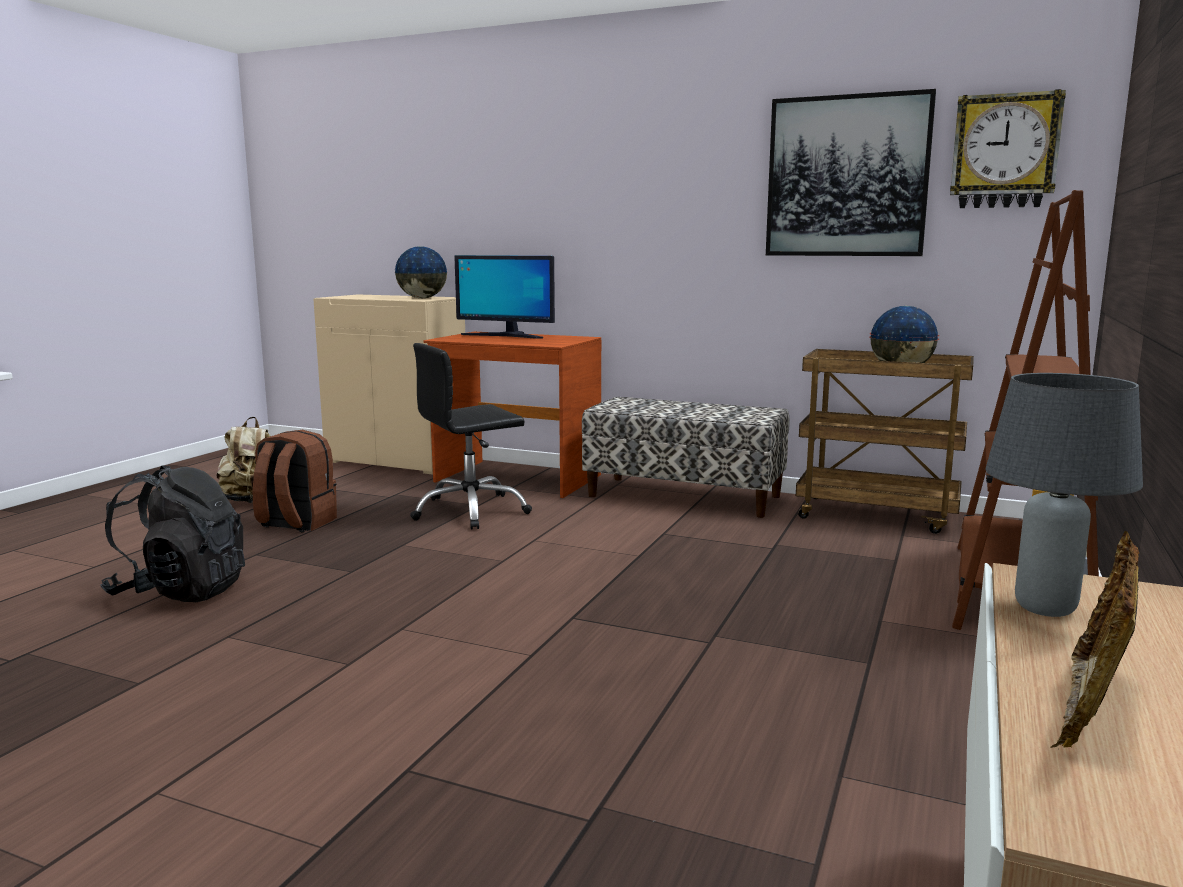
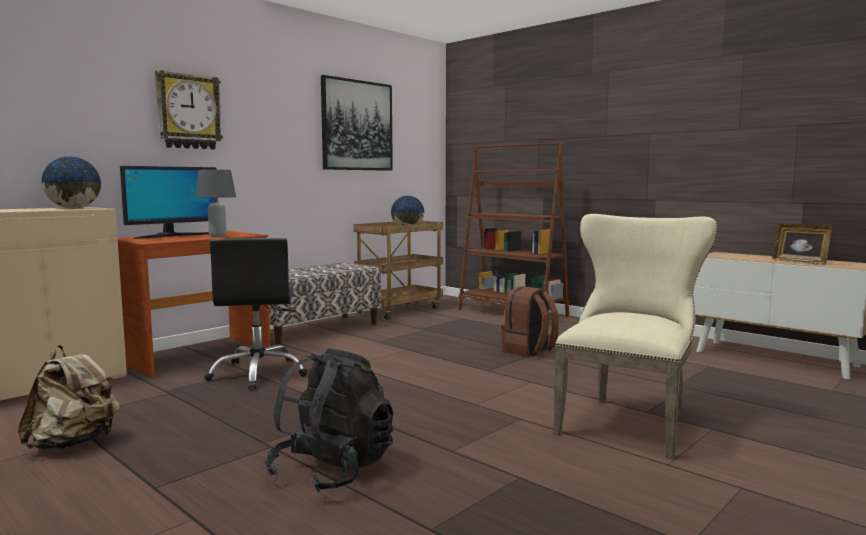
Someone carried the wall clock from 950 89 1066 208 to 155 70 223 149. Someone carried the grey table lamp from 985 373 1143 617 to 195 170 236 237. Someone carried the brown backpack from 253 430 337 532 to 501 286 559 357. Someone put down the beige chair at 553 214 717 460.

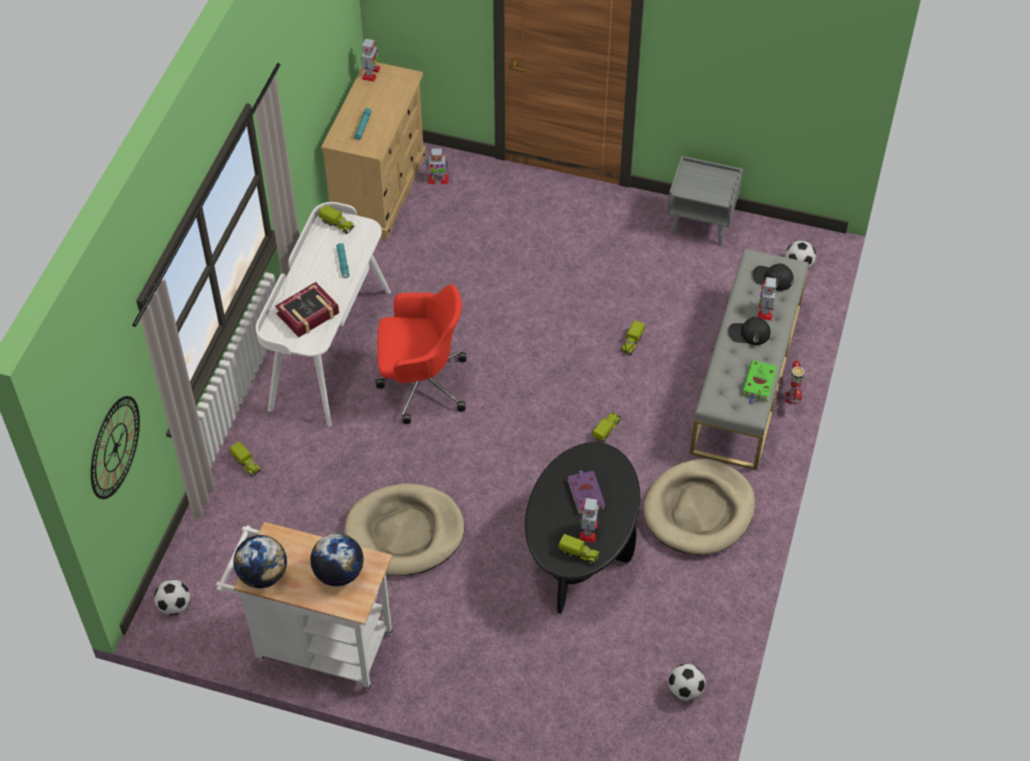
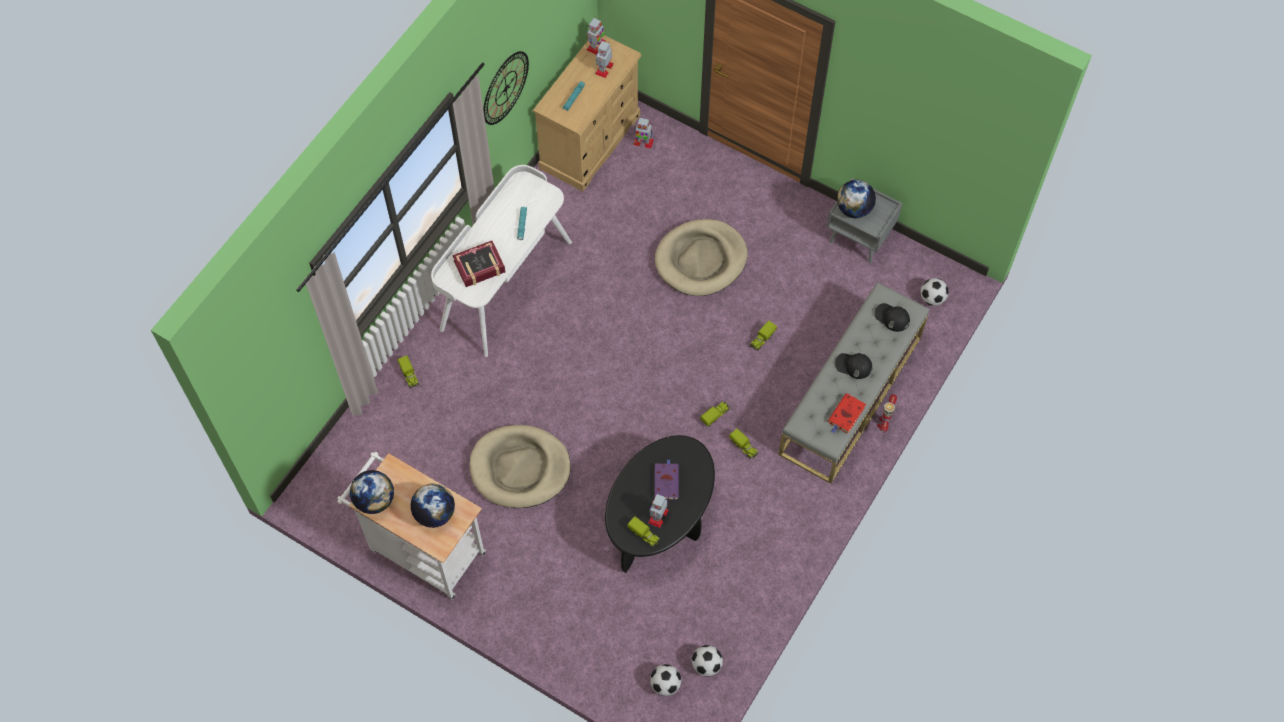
Someone carried the wall clock from 91 396 140 499 to 483 51 529 125. Someone carried the toy robot from 758 277 776 321 to 595 41 613 78. Someone carried the football from 154 579 190 615 to 650 664 681 696. Someone carried the beige dog bed from 644 459 755 555 to 655 219 748 296. Someone carried the toy truck from 318 205 355 234 to 729 428 759 459. Someone repainted the green book at 742 360 777 404, which became the red book at 828 393 866 434. Someone put down the globe at 837 180 876 218. Someone took away the red office chair at 375 284 466 424.

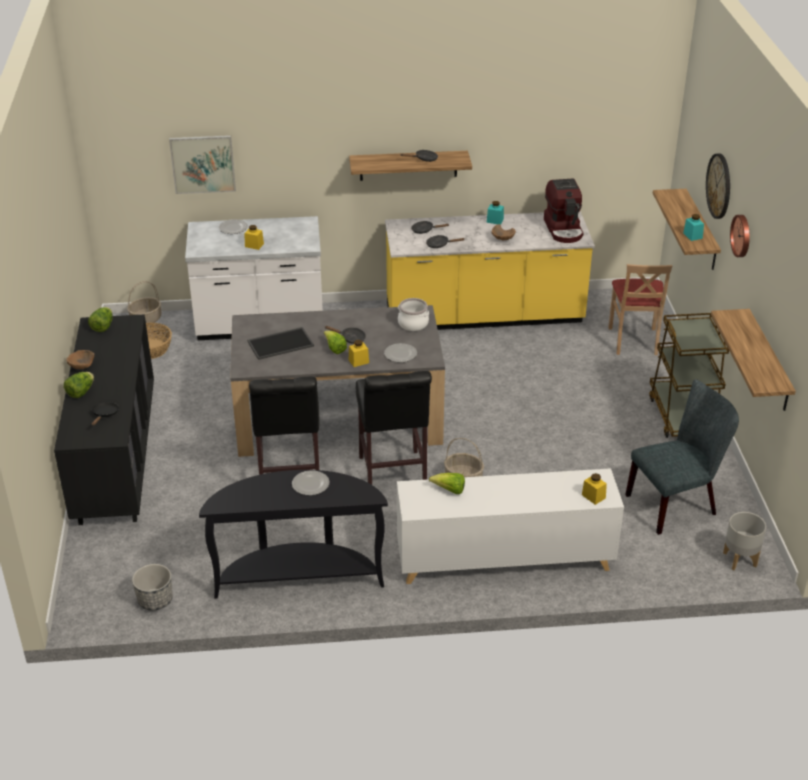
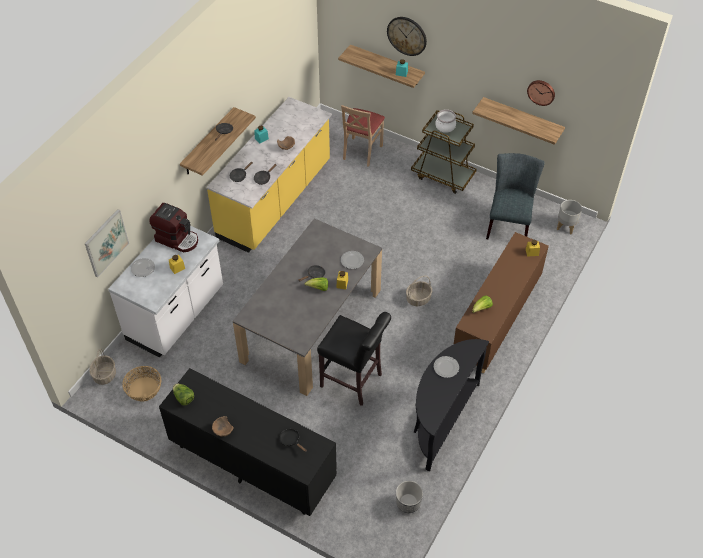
Someone carried the coffee machine from 544 178 583 243 to 149 203 198 253. Someone rotated the beige chair at 608 264 672 355 by 75 degrees clockwise. Someone carried the cooking pot from 398 298 429 331 to 435 109 456 133. Someone repainted the white cabinet at 397 468 624 584, which became the brown cabinet at 453 232 549 373. Someone carried the wall clock from 730 215 750 257 to 527 80 555 106. Someone took away the lettuce at 64 372 94 398. Someone took away the tray at 247 327 314 360. Someone took away the black stool at 356 371 432 485.

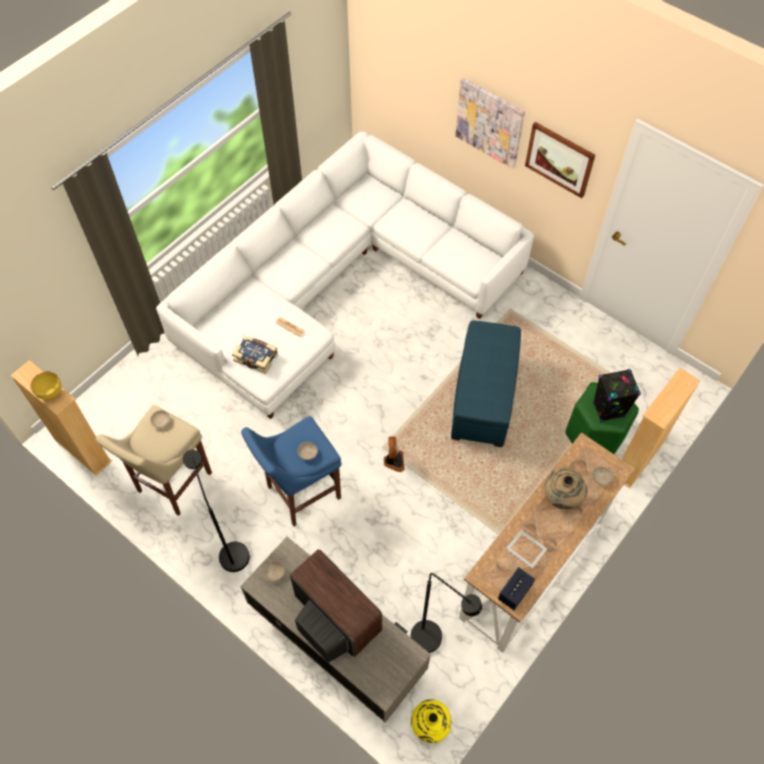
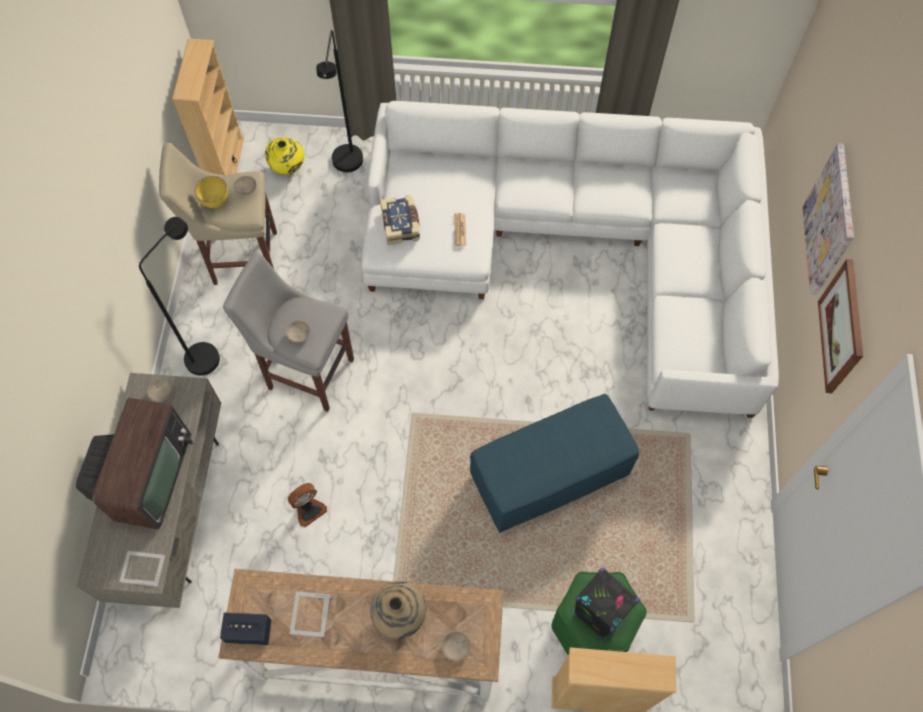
Someone put down the picture frame at 119 551 165 587. Someone carried the yellow bowl from 30 372 61 400 to 195 176 228 208. Someone repainted the blue stool at 241 416 341 526, which became the grey stool at 223 253 354 412. Someone carried the yellow vase from 411 699 451 743 to 265 137 304 175. Someone carried the fan from 384 436 404 472 to 288 483 327 527. Someone carried the black floor lamp from 410 573 482 653 to 316 30 363 172.

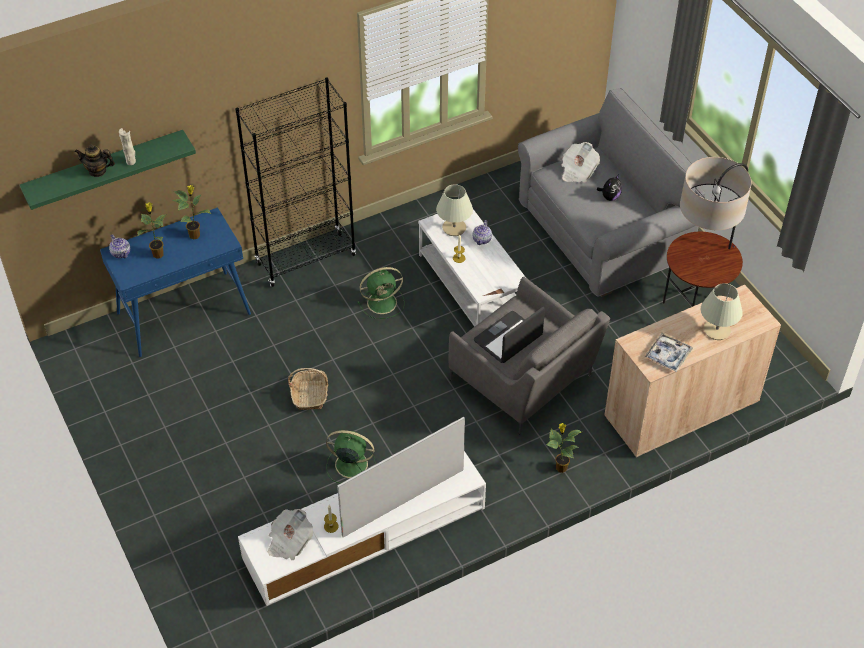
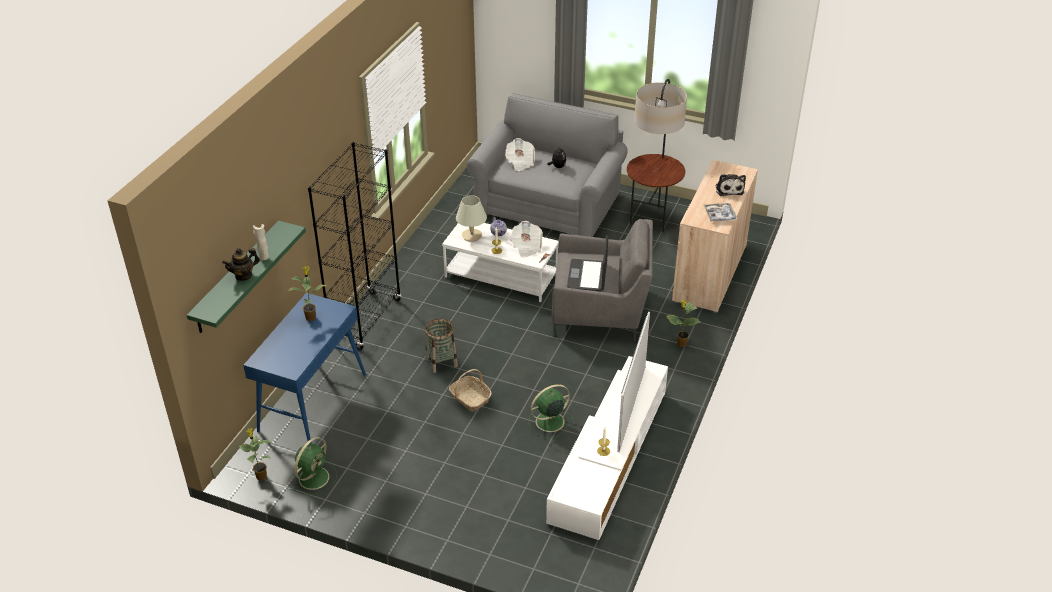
Someone carried the potted plant from 137 202 166 259 to 239 428 271 480. Someone carried the green fan from 358 267 405 319 to 292 437 337 495. Someone put down the basket at 425 318 458 373. Someone carried the newspaper from 268 509 313 560 to 510 221 543 258. Someone swapped the beige table lamp at 701 283 743 340 for the plush toy at 715 174 746 196. Someone took away the teapot at 109 234 130 258.

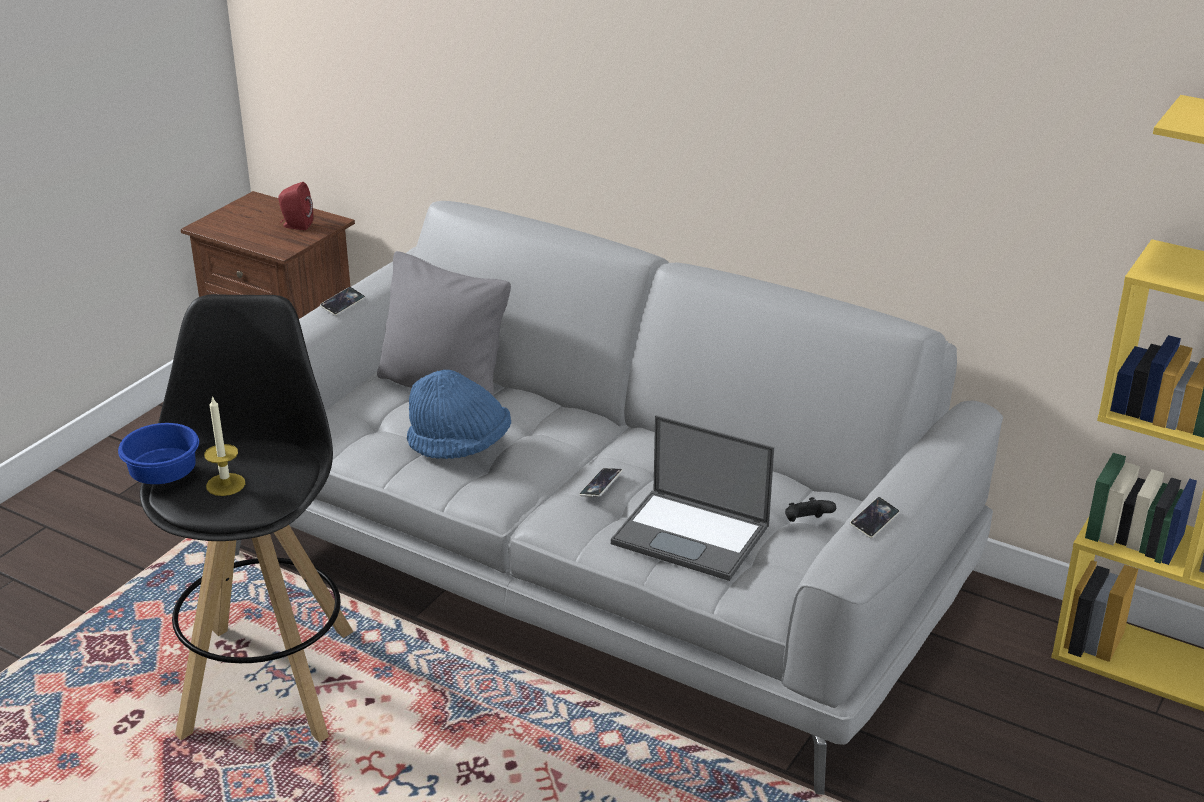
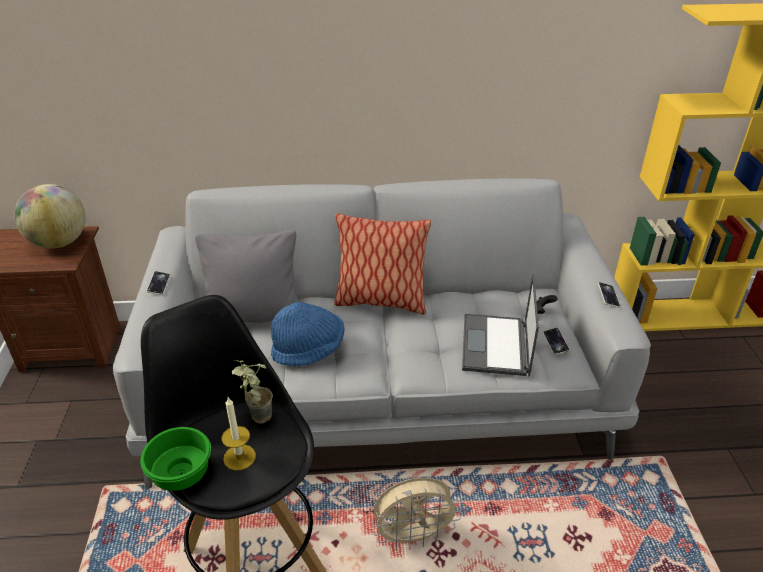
Someone swapped the red speaker at 278 182 313 230 for the globe at 14 184 86 249. Someone repainted the blue bowl at 118 423 199 484, which became the green bowl at 140 427 211 491. Someone put down the potted plant at 232 360 273 424. Someone put down the pillow at 334 213 431 314. Someone put down the beige fan at 371 478 462 550. Someone rotated the laptop at 611 415 774 581 by 105 degrees clockwise. Someone carried the phone from 579 468 623 497 to 543 328 570 355.

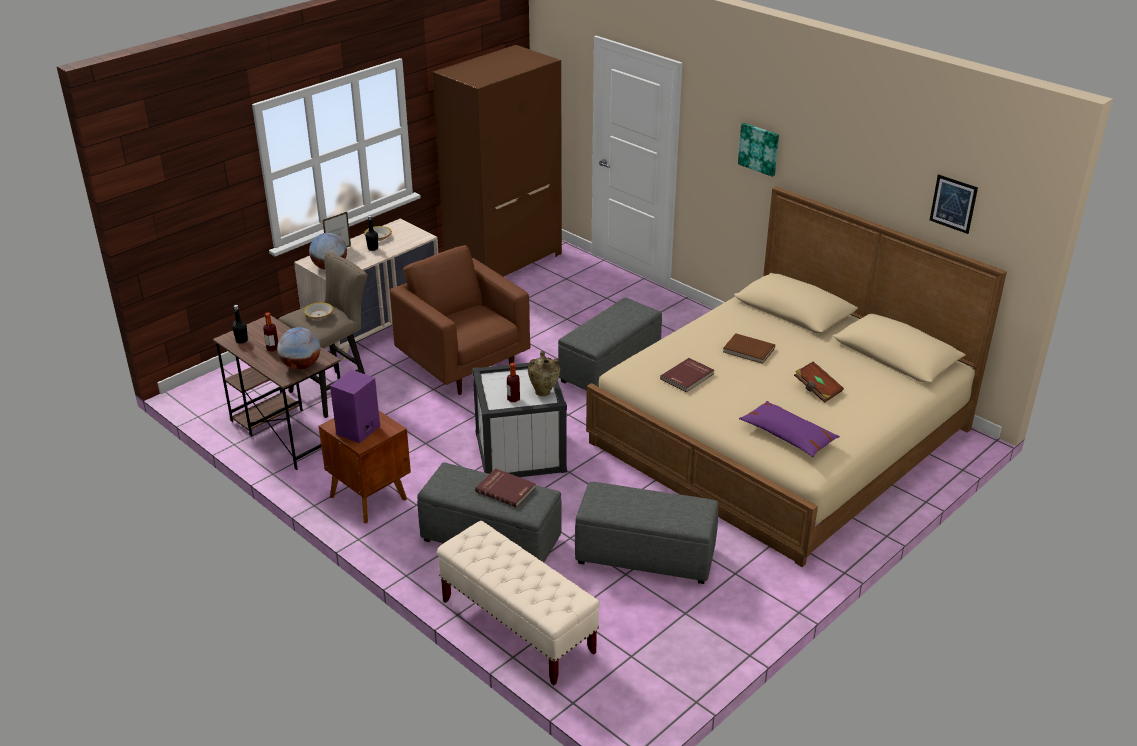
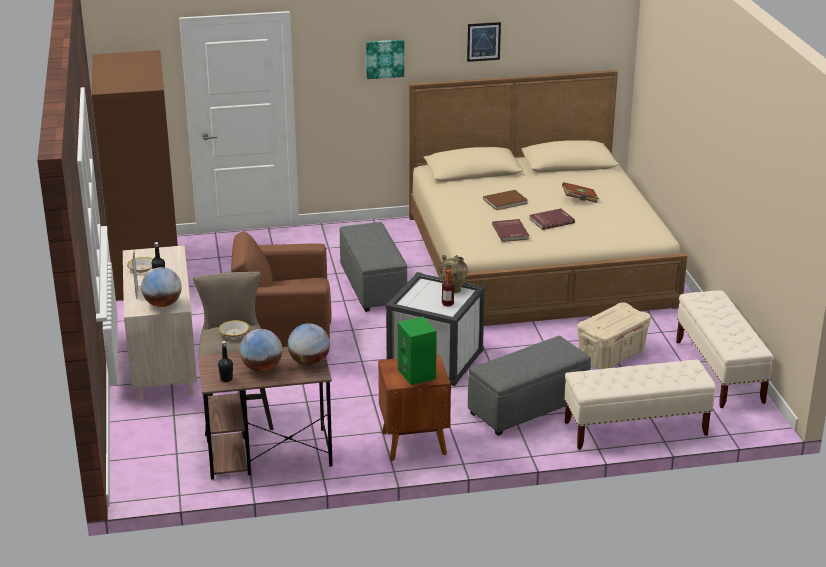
Someone swapped the bottle at 263 312 278 352 for the globe at 239 329 282 372. Someone repainted the purple speaker at 330 370 380 443, which became the green speaker at 398 317 437 385. Someone carried the picture from 930 174 978 234 to 467 22 501 62. Someone carried the red book from 475 468 536 508 to 529 209 575 230. Someone swapped the grey ottoman at 575 482 718 584 for the beige storage box at 577 302 651 369. Someone put down the beige bench at 676 290 774 408. Someone took away the purple pillow at 739 401 840 457.

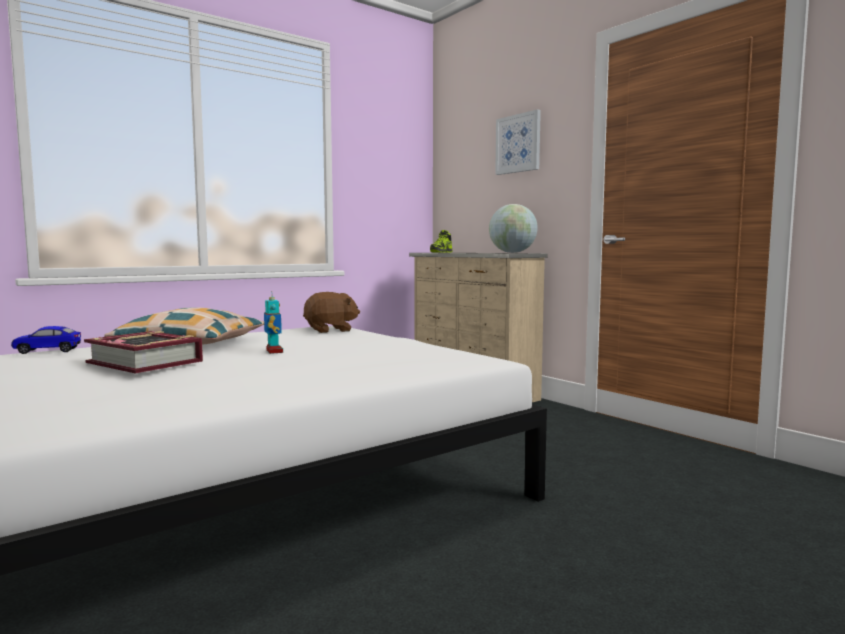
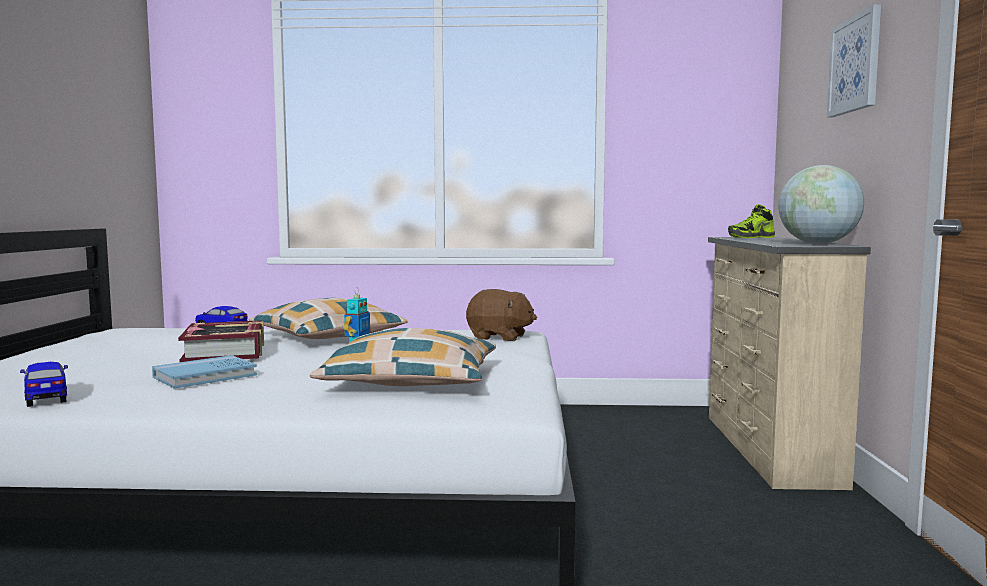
Someone put down the toy car at 20 362 68 407. Someone put down the blue book at 152 355 257 389. Someone put down the pillow at 310 328 496 386.

